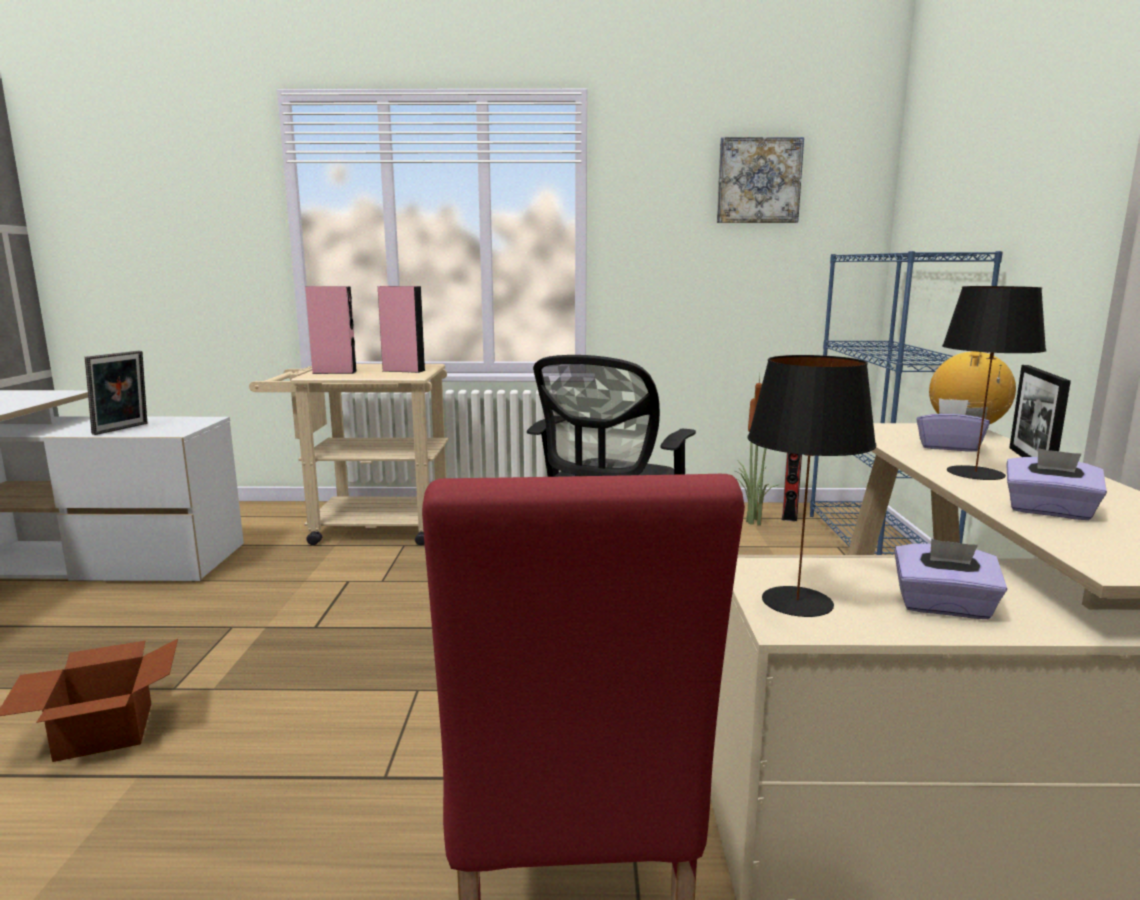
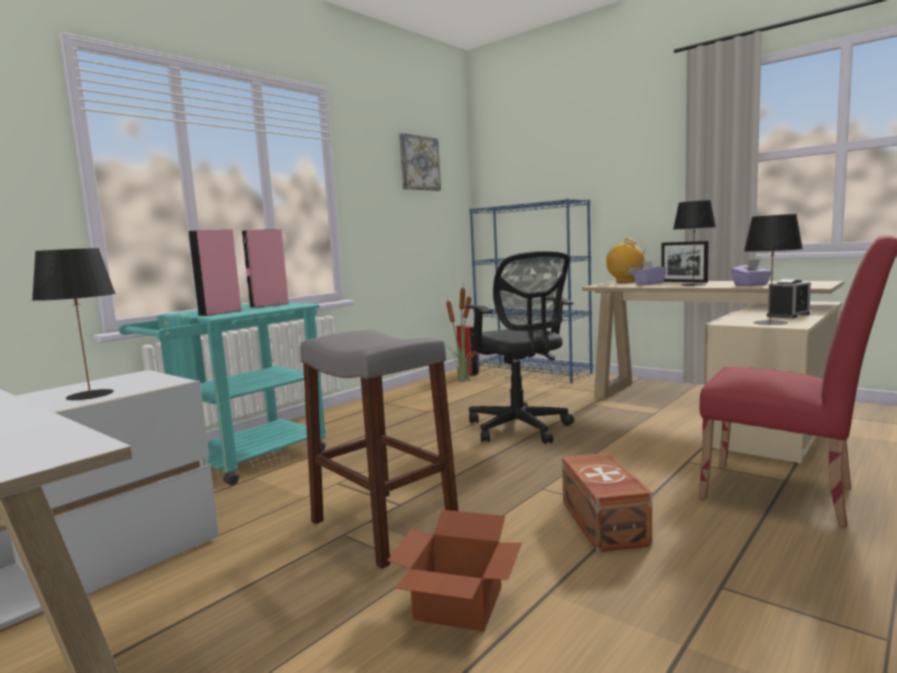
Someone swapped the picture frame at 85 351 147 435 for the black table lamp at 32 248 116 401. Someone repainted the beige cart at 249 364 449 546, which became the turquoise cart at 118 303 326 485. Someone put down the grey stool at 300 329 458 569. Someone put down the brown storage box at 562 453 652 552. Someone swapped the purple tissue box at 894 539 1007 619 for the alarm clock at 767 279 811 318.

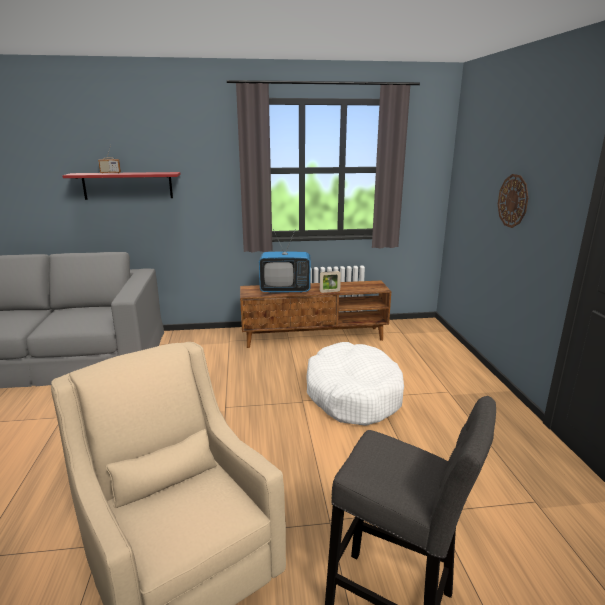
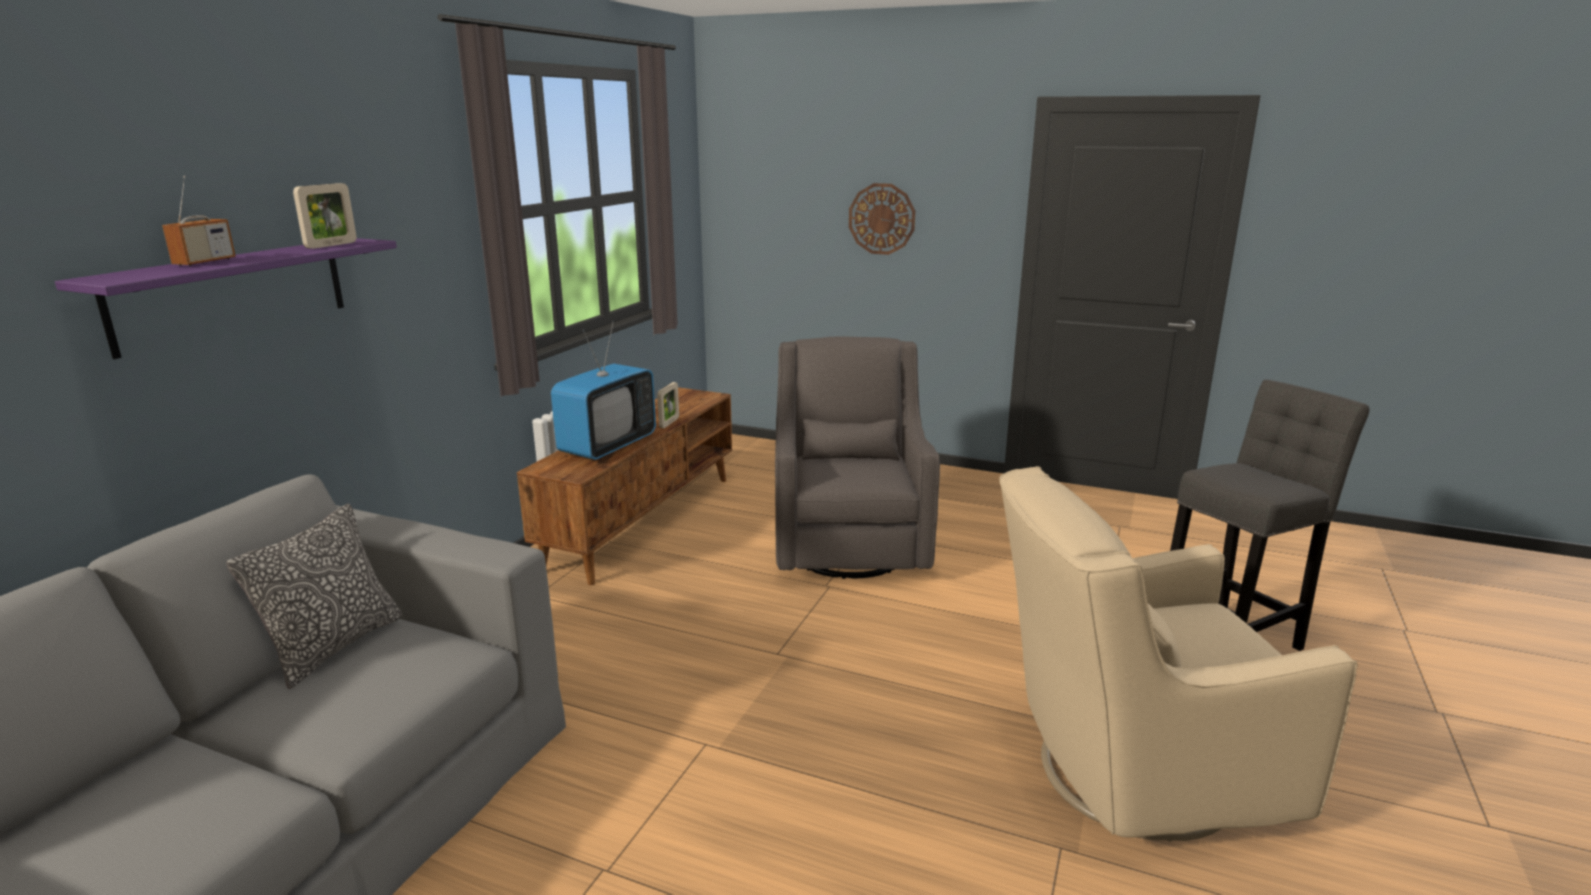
Someone repainted the red shelf at 62 172 181 200, which became the purple shelf at 55 238 397 359. Someone put down the pillow at 227 504 402 689. Someone put down the picture frame at 293 183 357 249. Someone swapped the white dog bed at 306 342 404 426 for the grey armchair at 775 336 940 579.

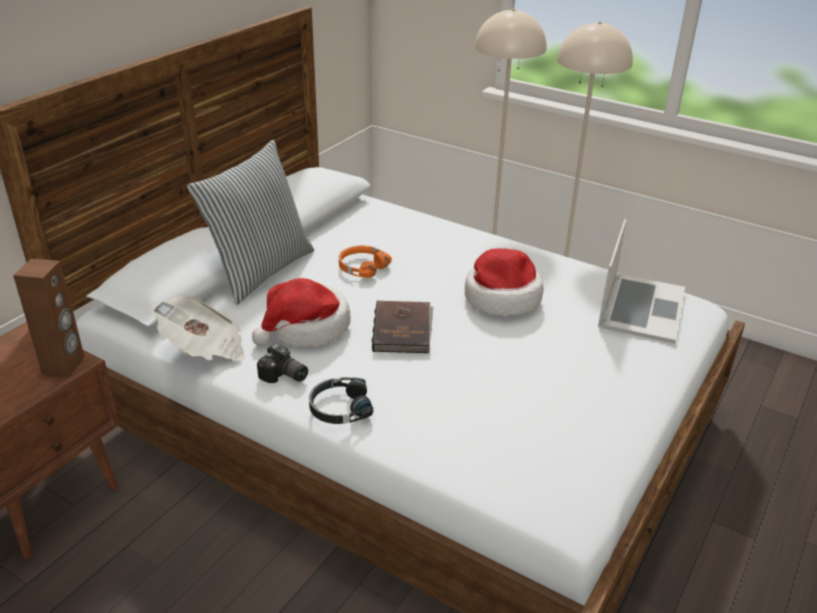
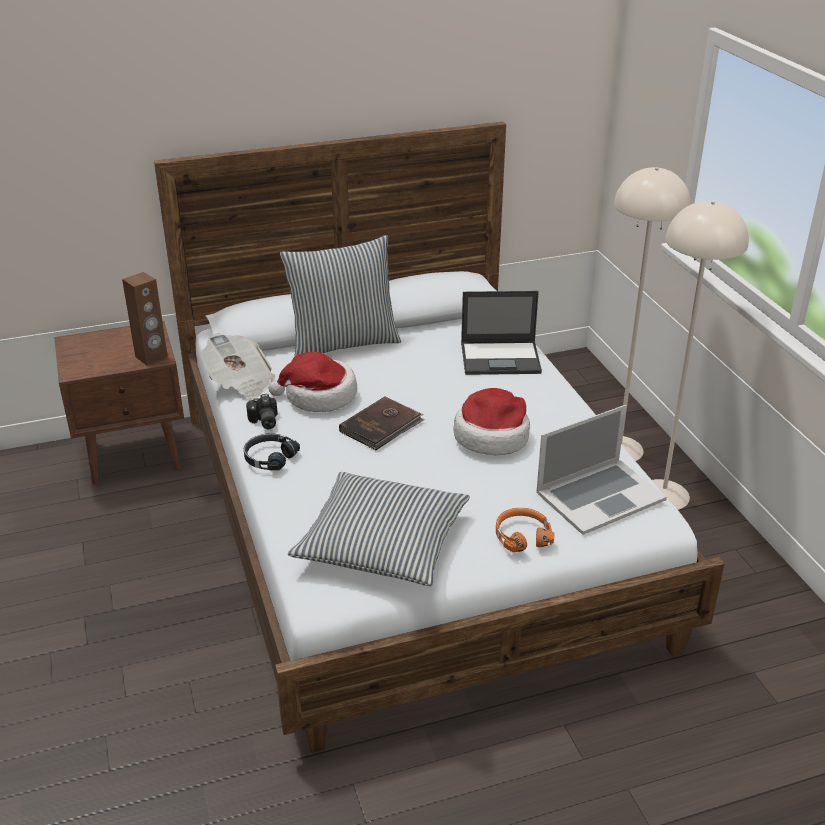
Someone put down the pillow at 287 472 470 586. Someone put down the laptop at 461 291 542 375. Someone carried the orange headphones from 339 246 391 278 to 496 508 555 552.

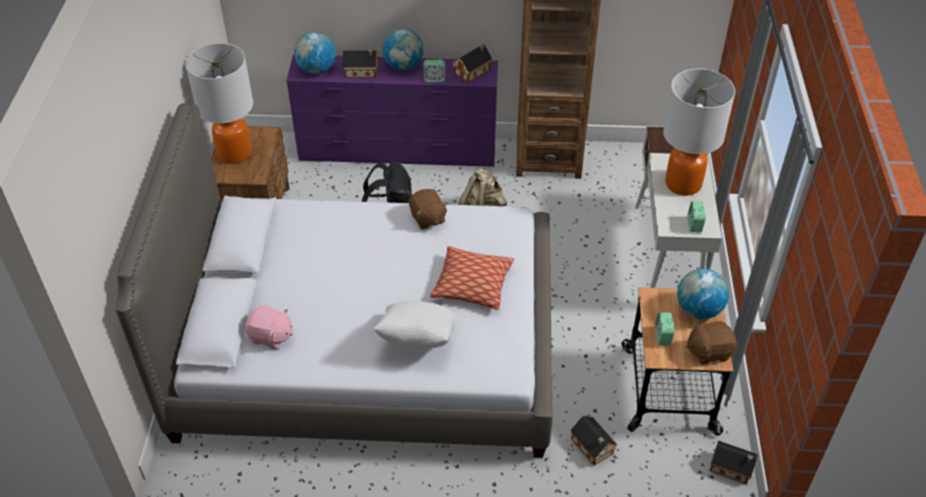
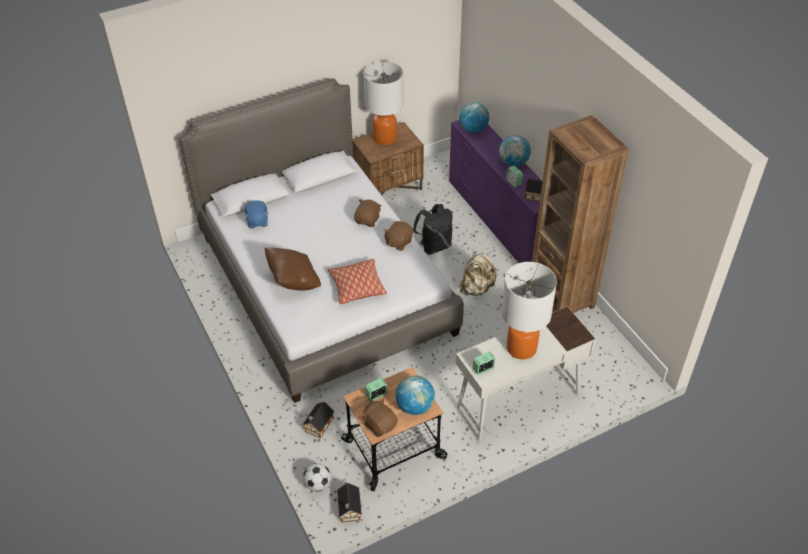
Someone repainted the pink plush toy at 245 305 293 350, which became the blue plush toy at 244 200 268 228. Someone repainted the white pillow at 373 301 456 348, which became the brown pillow at 264 247 321 291. Someone put down the football at 303 463 331 492. Someone put down the brown plush toy at 354 199 382 227. Someone took away the toy house at 343 49 378 78.

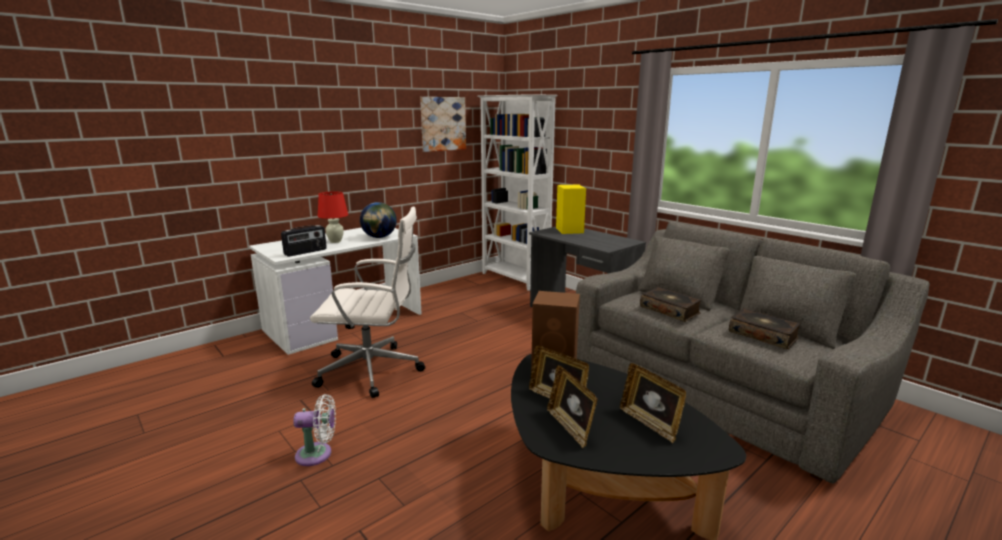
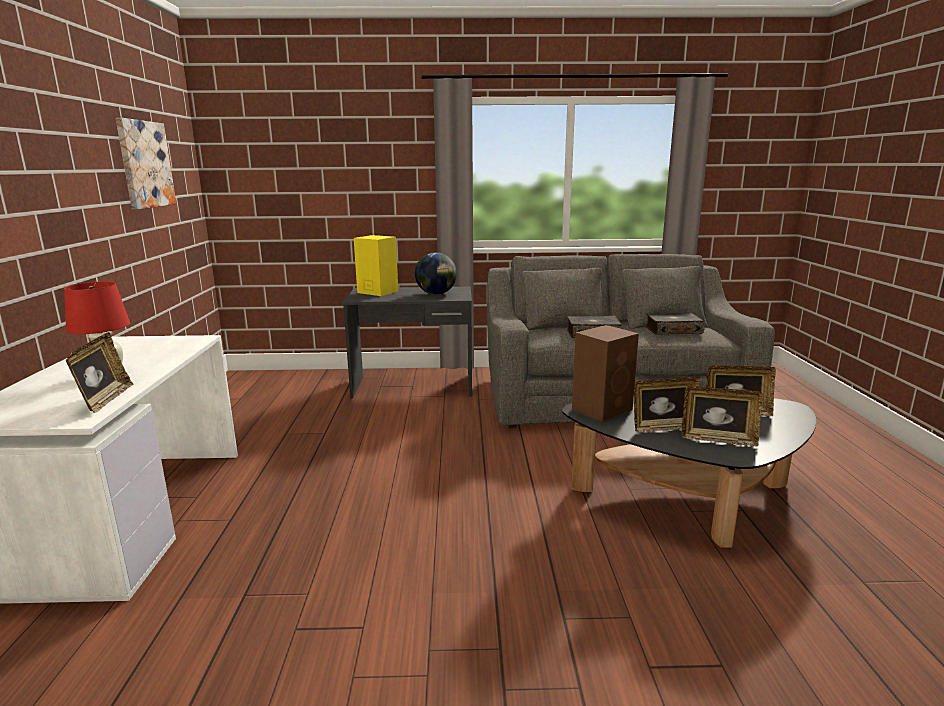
Someone swapped the radio at 281 225 327 257 for the picture frame at 66 332 133 413. Someone carried the globe from 360 202 397 238 to 415 252 457 295. Someone took away the white fan at 293 394 336 466. Someone took away the white office chair at 310 206 425 398. Someone took away the white bookcase at 478 94 558 291.

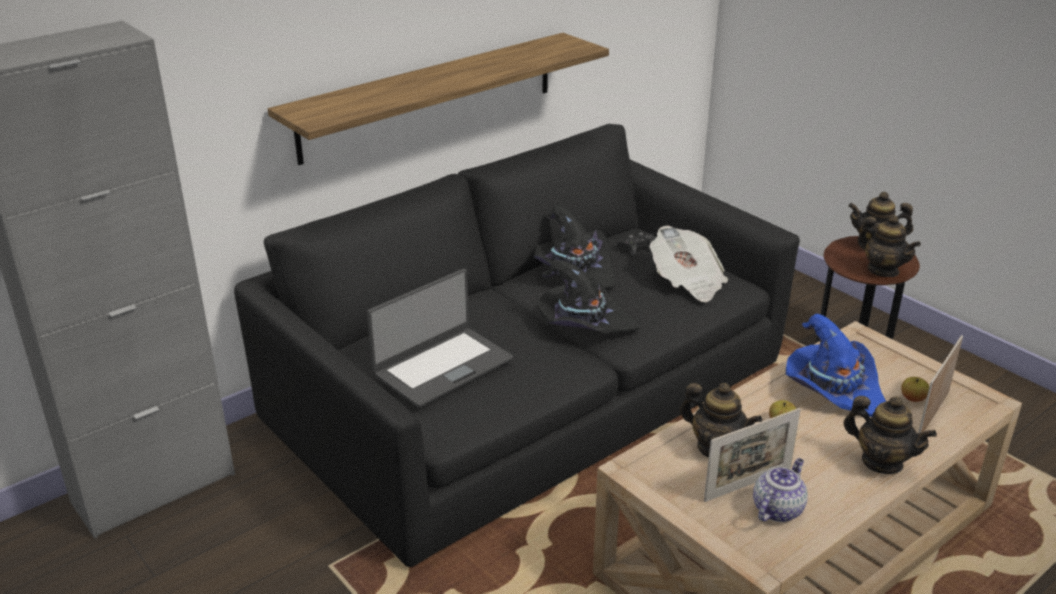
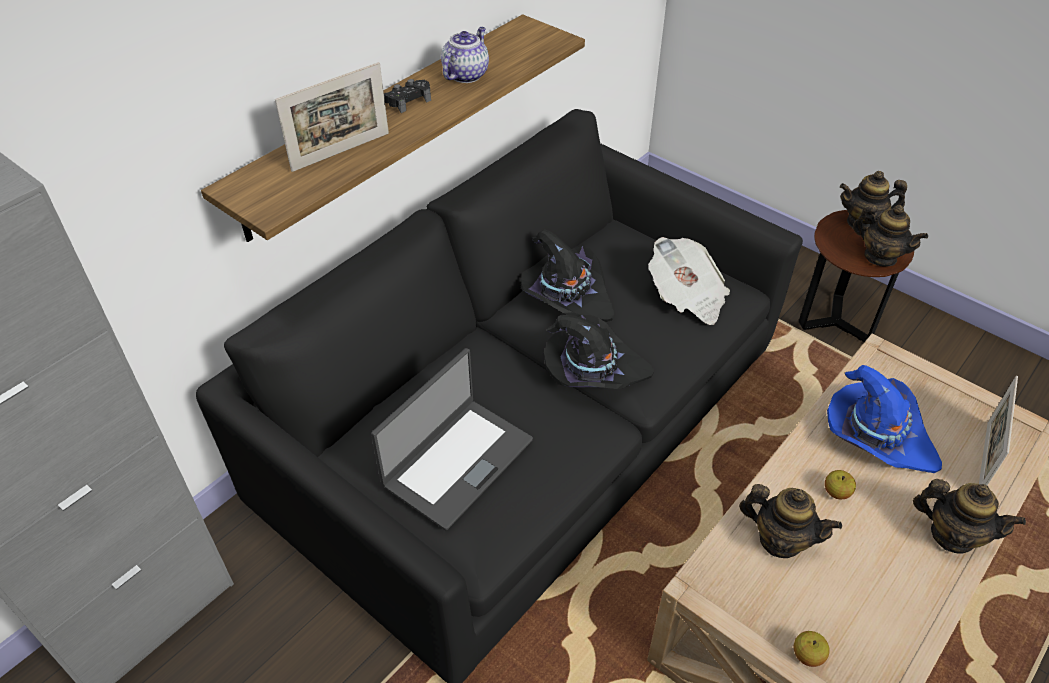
Someone carried the picture frame from 704 408 801 502 to 275 62 389 172. Someone carried the black game controller from 617 232 655 255 to 384 79 431 113. Someone carried the teapot from 753 458 808 522 to 441 27 489 83. Someone carried the apple from 901 377 929 402 to 794 631 830 667.

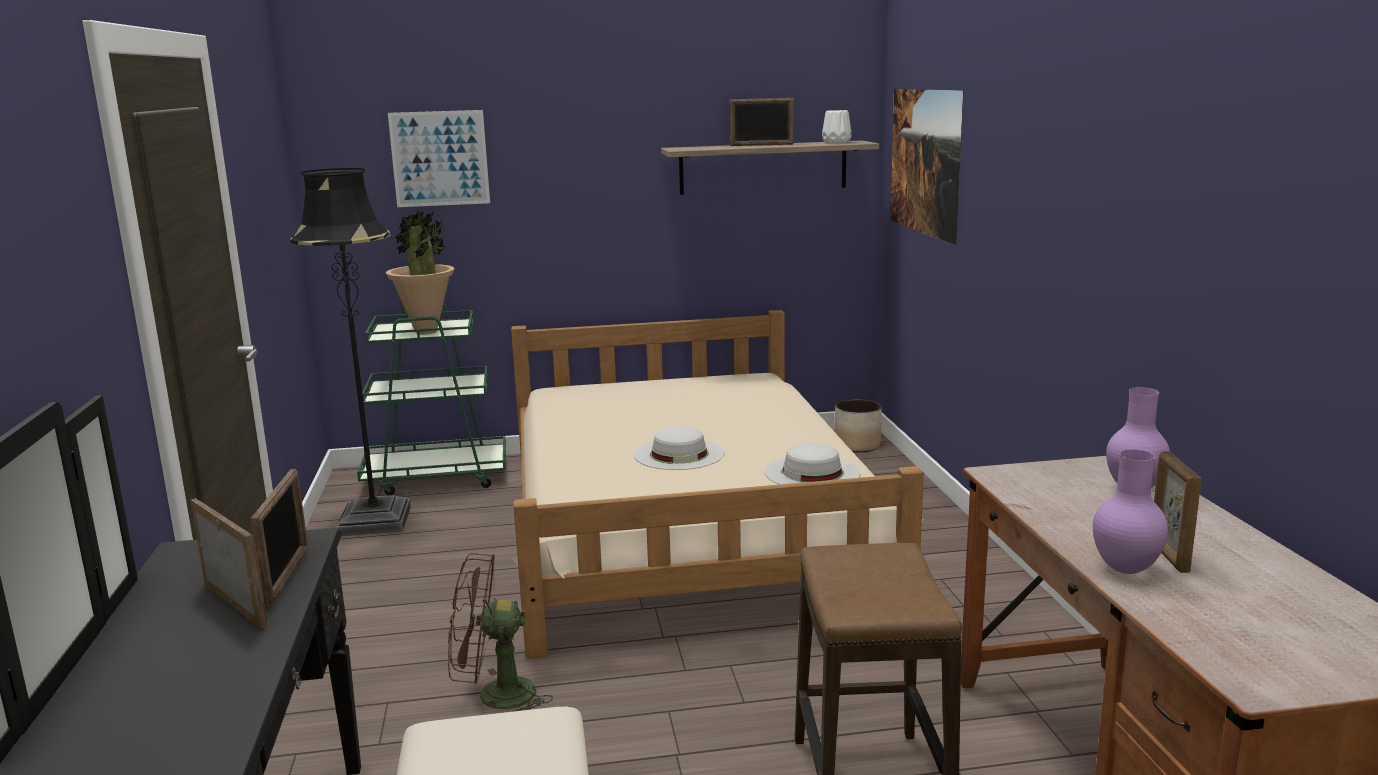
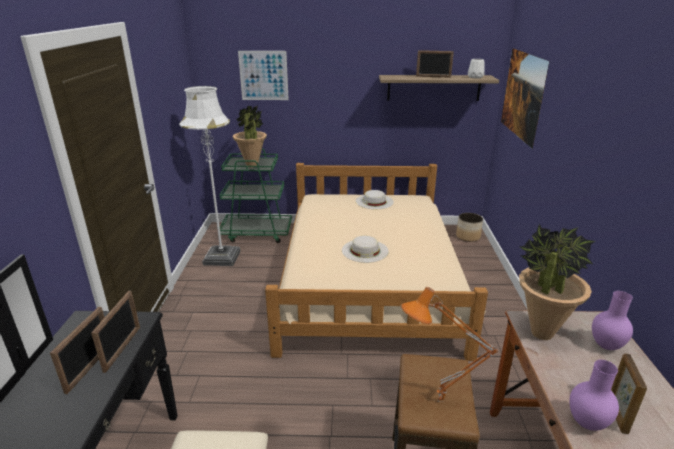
Someone rotated the picture frame at 190 498 267 629 by 45 degrees clockwise. Someone repainted the black floor lamp at 291 168 411 537, which became the white floor lamp at 179 86 241 266. Someone carried the white hat from 764 443 861 485 to 356 190 394 209. Someone put down the orange table lamp at 401 287 498 402. Someone put down the potted plant at 519 224 596 340. Someone took away the brown fan at 448 553 553 712.

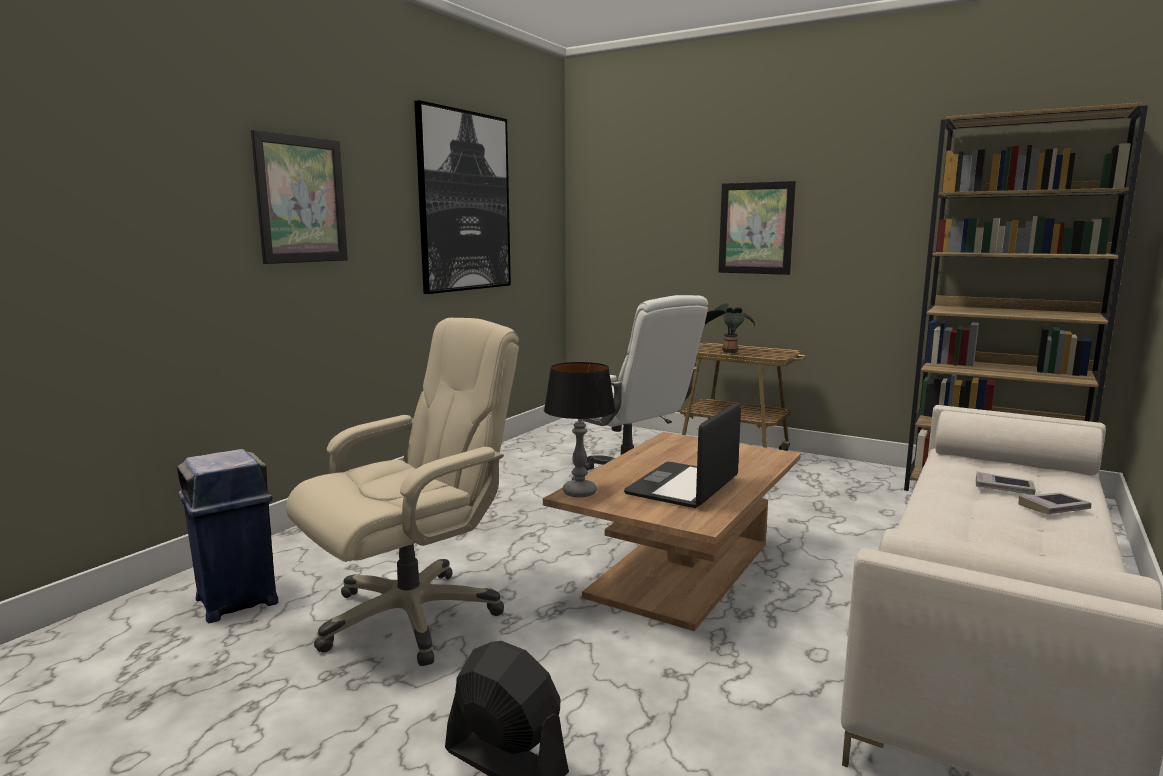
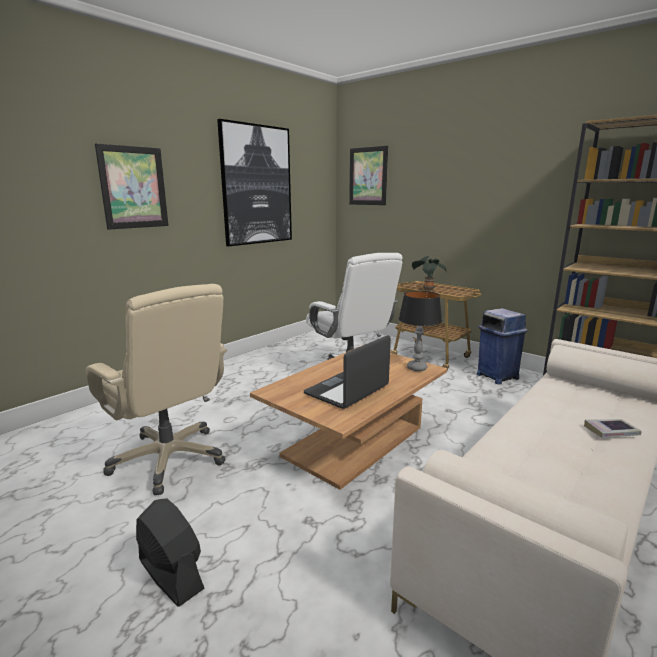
Someone rotated the beige office chair at 286 318 519 666 by 75 degrees clockwise. Someone carried the picture from 718 181 796 275 to 349 146 388 205. Someone carried the table lamp from 544 362 616 497 to 399 291 442 371. Someone carried the blue trash can from 177 449 278 623 to 477 308 528 384. Someone took away the book at 976 472 1036 495.

